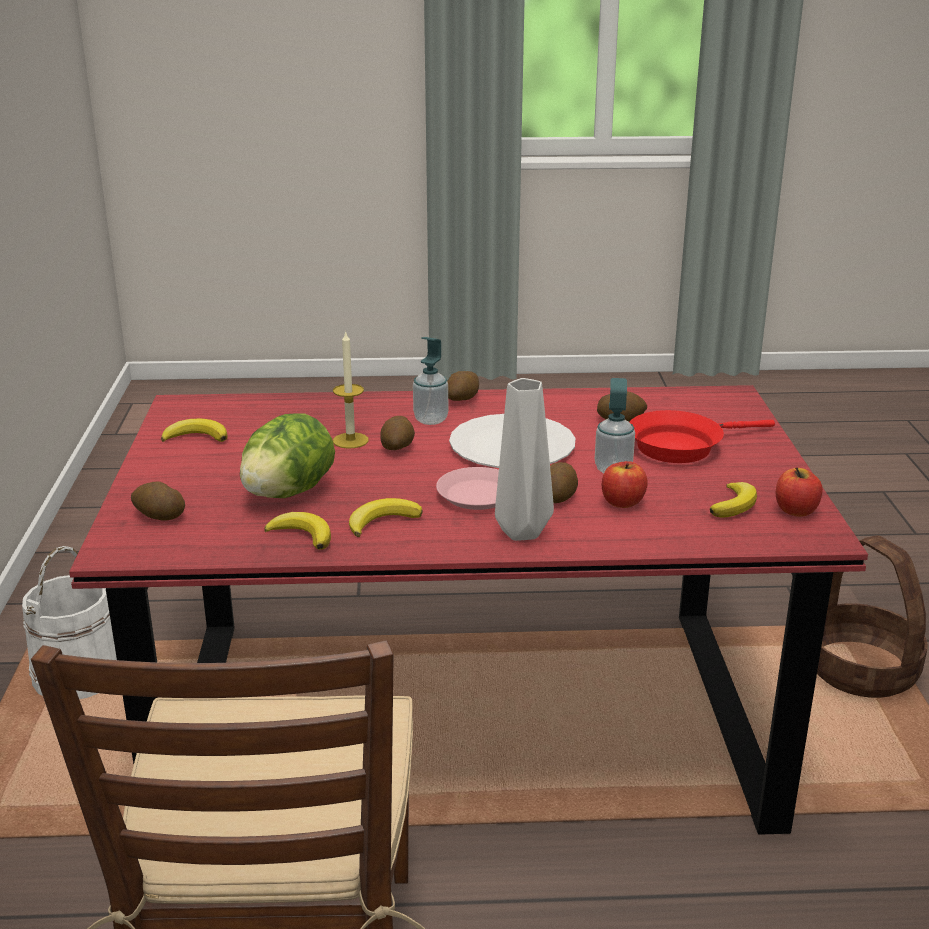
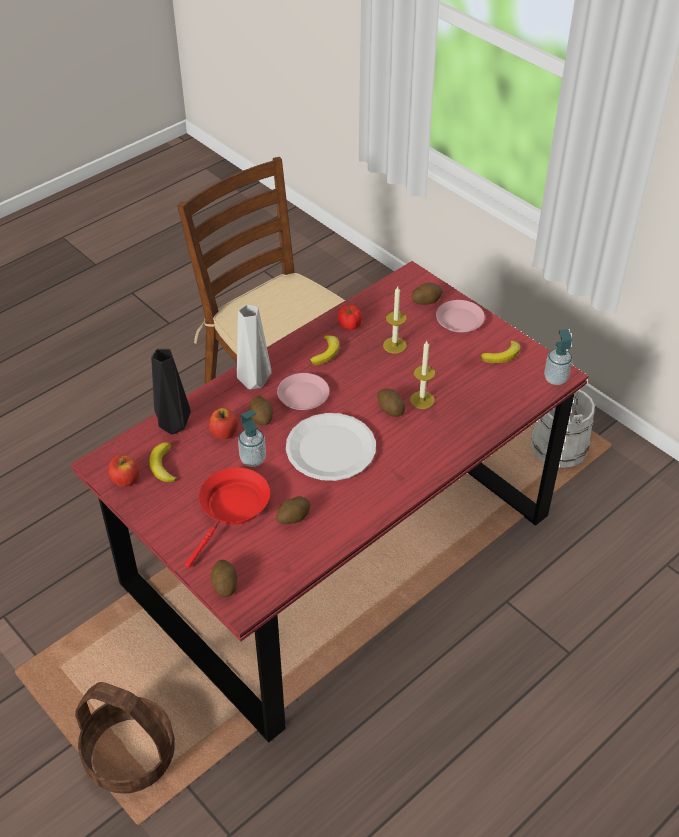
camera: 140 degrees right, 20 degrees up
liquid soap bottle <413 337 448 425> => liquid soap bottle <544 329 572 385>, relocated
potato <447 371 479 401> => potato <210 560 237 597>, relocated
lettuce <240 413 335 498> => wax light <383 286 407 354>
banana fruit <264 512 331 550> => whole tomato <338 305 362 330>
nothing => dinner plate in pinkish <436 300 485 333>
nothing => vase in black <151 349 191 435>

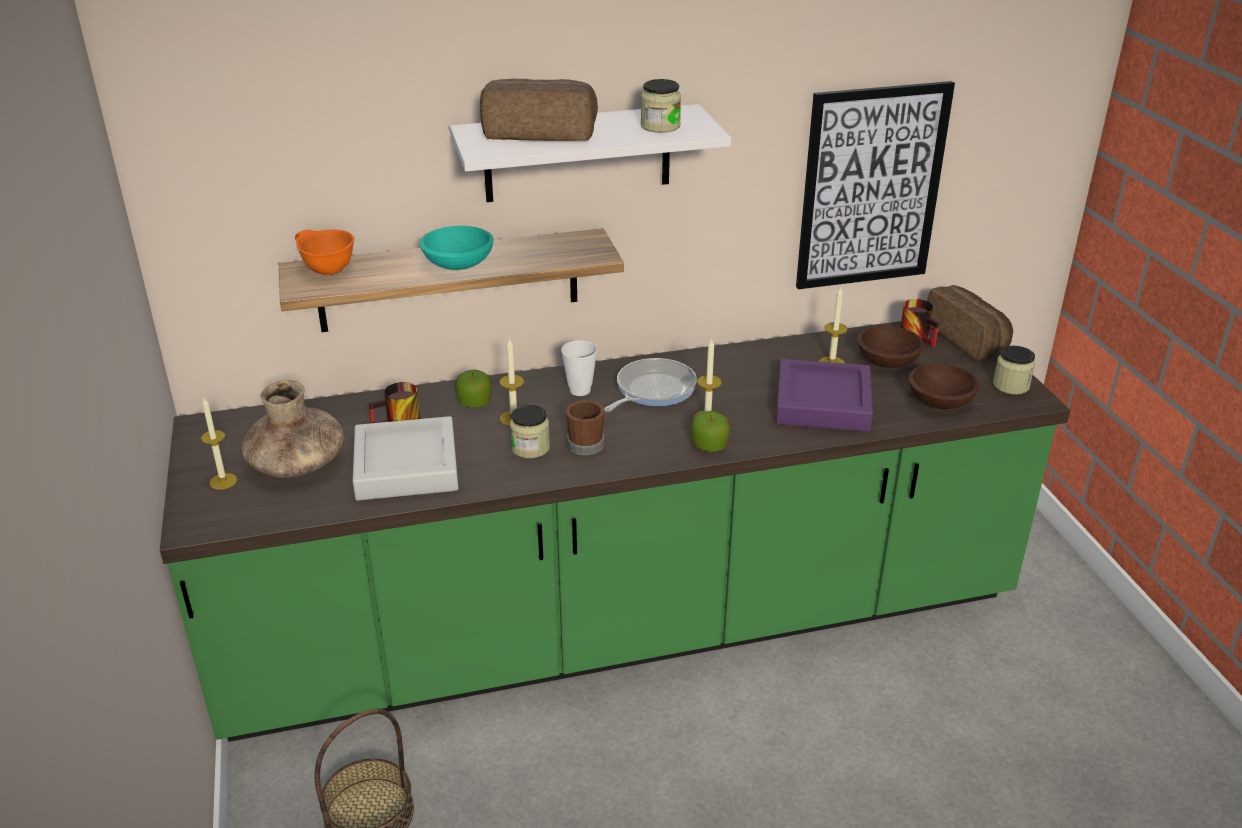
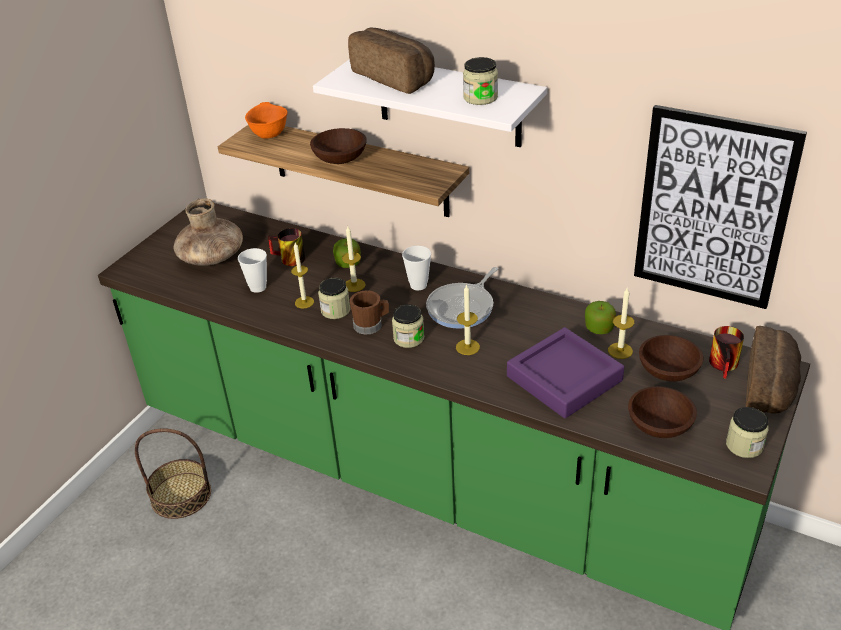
camera: 45 degrees right, 5 degrees up
serving bowl in turquoise-coloured <420 226 494 270> => serving bowl in brown <310 128 367 164>
frying pan <604 358 697 412> => frying pan <426 267 498 329>, 135 degrees clockwise
wax light <201 398 237 490> => wax light <291 243 314 309>, relocated
apple <691 411 730 451> => apple <585 301 616 334>, relocated
serving tray in gray <353 416 458 501> => small cup <238 248 267 293>
nothing => storage jar <392 304 424 348>

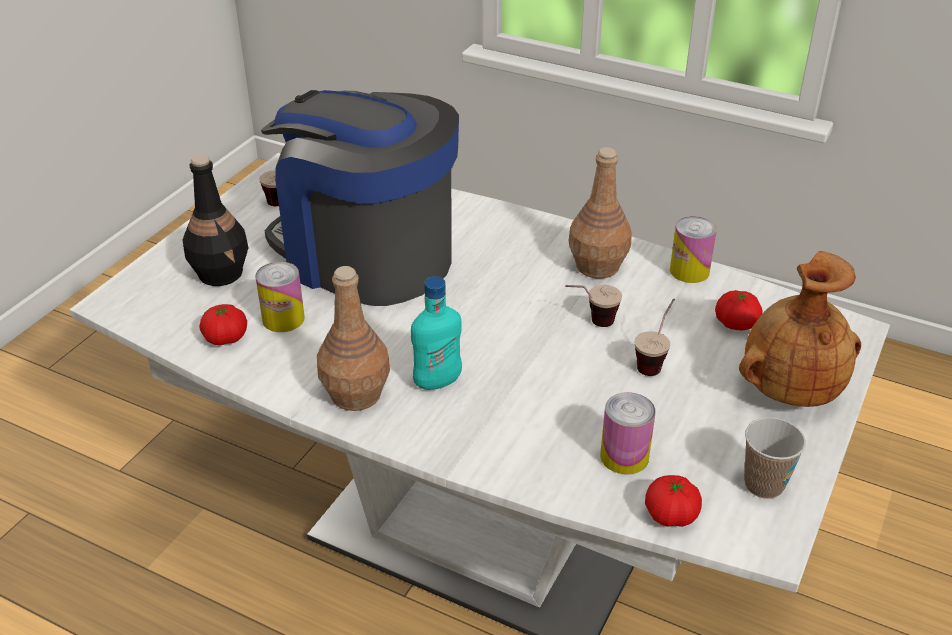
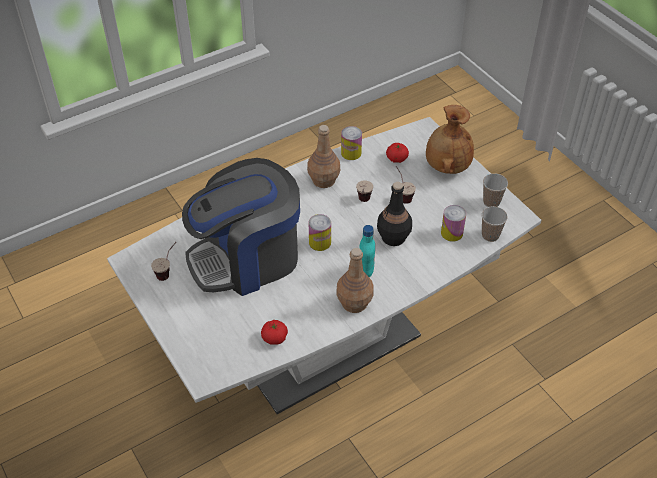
camera: 60 degrees left, 10 degrees up
bottle in black <183 154 248 286> => bottle in black <377 182 412 246>, relocated
metal can <255 262 305 332> => metal can <308 214 331 251>, relocated
whole tomato <645 475 702 527> => small cup <481 206 508 242>

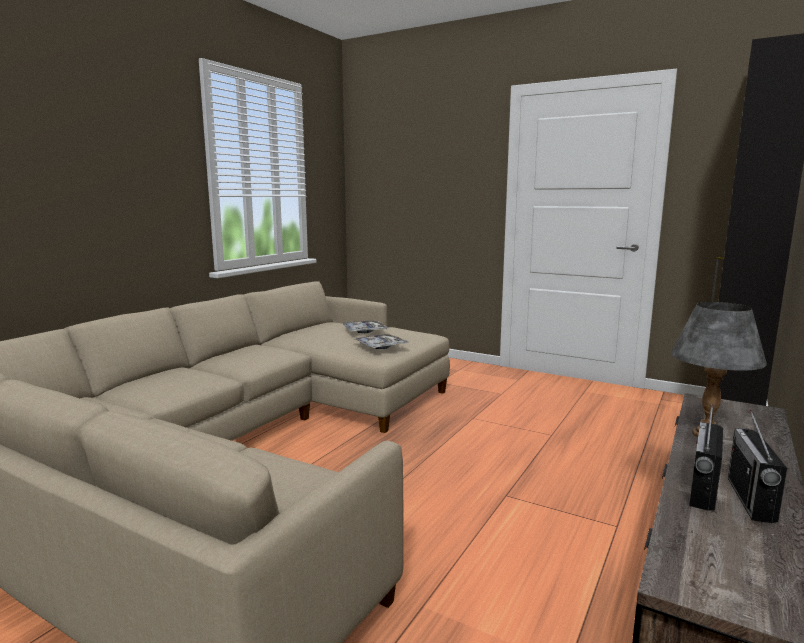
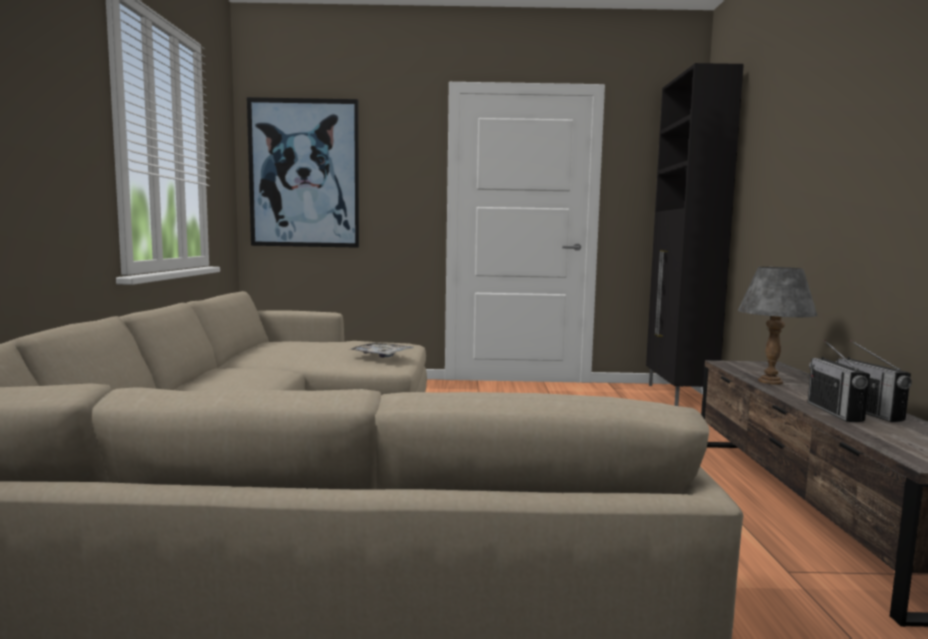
camera: 30 degrees left, 5 degrees down
serving tray <341 320 388 333> => nothing
nothing => wall picture <247 97 359 248>

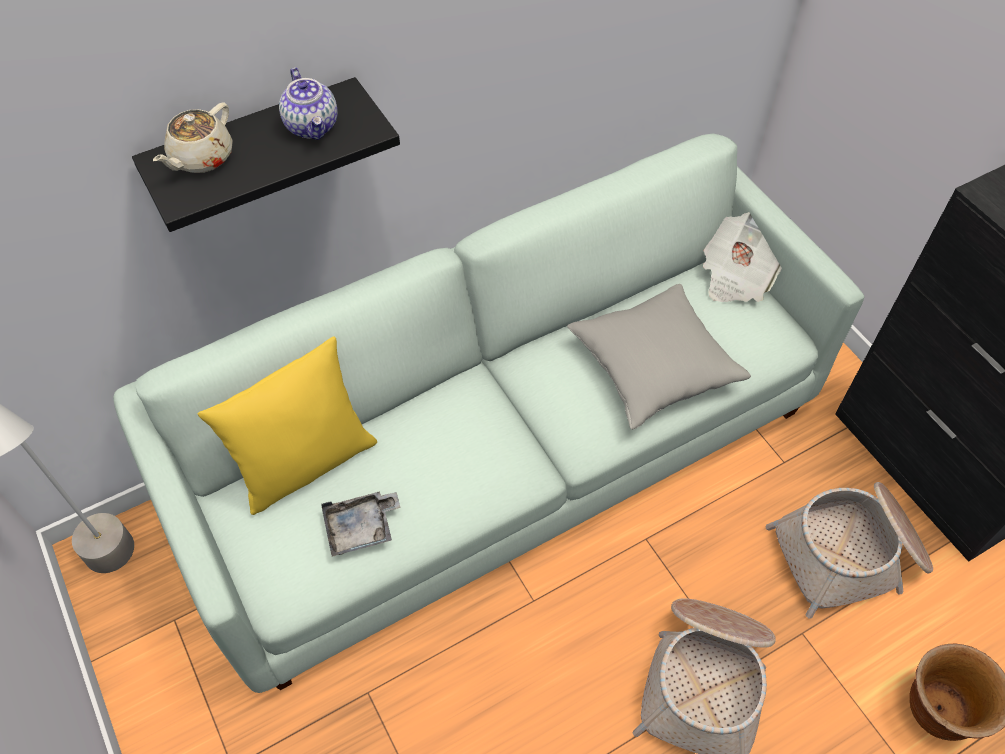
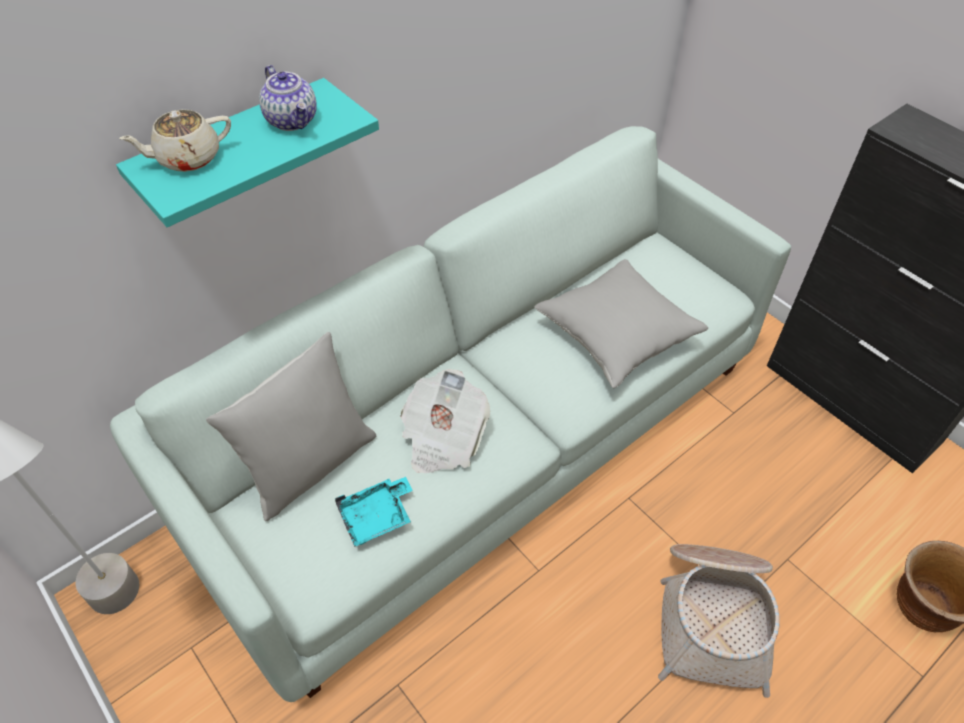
camera: 10 degrees left, 5 degrees down
shelf in black <132 77 400 232> => shelf in turquoise-coloured <116 78 379 227>
teapot in beige-coloured <153 102 233 173> => teapot in beige-coloured <119 109 231 172>, 45 degrees clockwise
printed paper <703 212 782 302> => printed paper <400 369 490 473>, relocated
pillow in yellow-coloured <198 336 377 515> => pillow in gray <206 332 376 521>
storage basket <765 482 933 619> => nothing
serving tray in gray <322 491 401 556> => serving tray in turquoise-coloured <335 477 413 547>

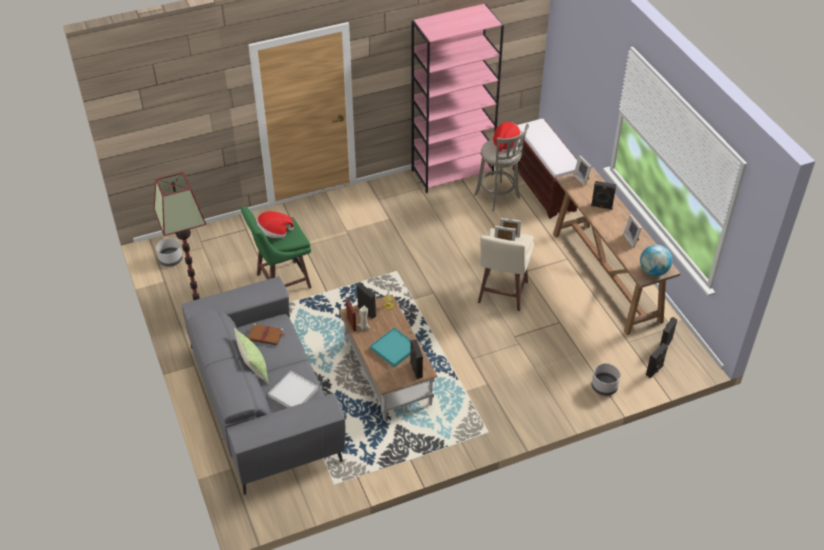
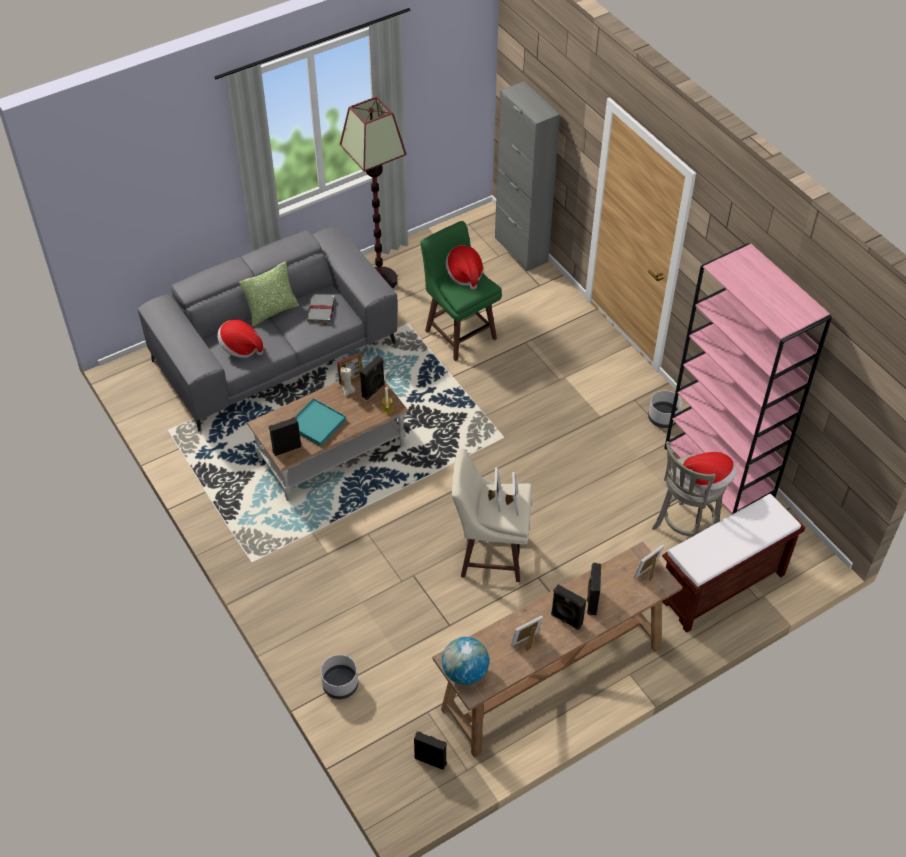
camera: 80 degrees right, 5 degrees up
planter in gray <156 238 183 267> => planter in gray <648 390 682 428>, relocated
book in brown <248 323 285 345> => book in gray <307 294 335 325>
audio speaker in black <646 343 668 378> => audio speaker in black <551 584 586 630>, relocated
serving tray in white-coloured <268 370 318 408> => clothing hat <217 319 263 358>
nothing => cupboard in gray <495 81 560 271>

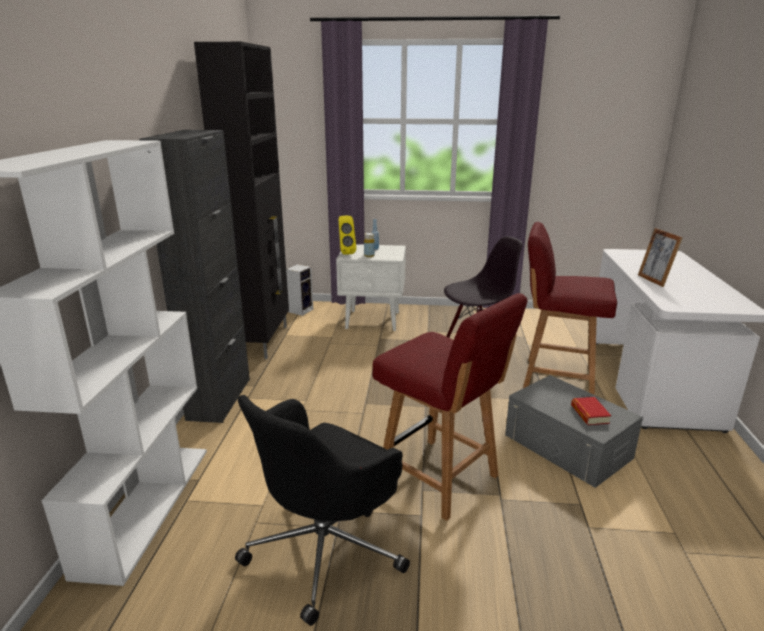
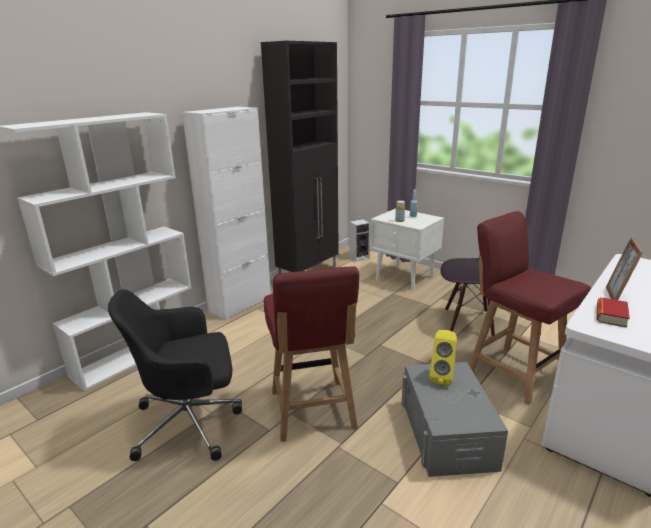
camera: 35 degrees right, 0 degrees up
cupboard in black <139 130 250 423> => cupboard in white-coloured <182 107 271 320>
audio speaker in yellow-coloured <339 216 356 255> => audio speaker in yellow-coloured <429 330 457 386>, relocated
book <571 397 611 425> => book <597 297 630 327>, relocated

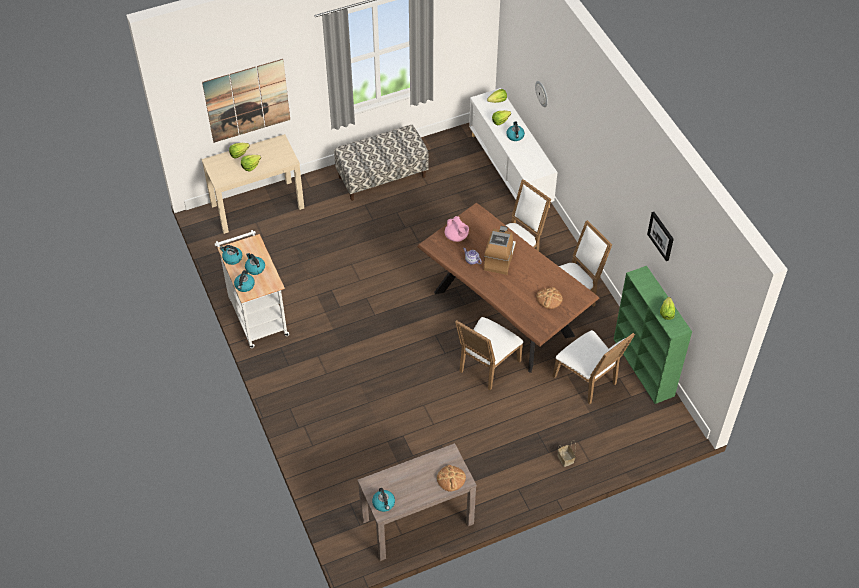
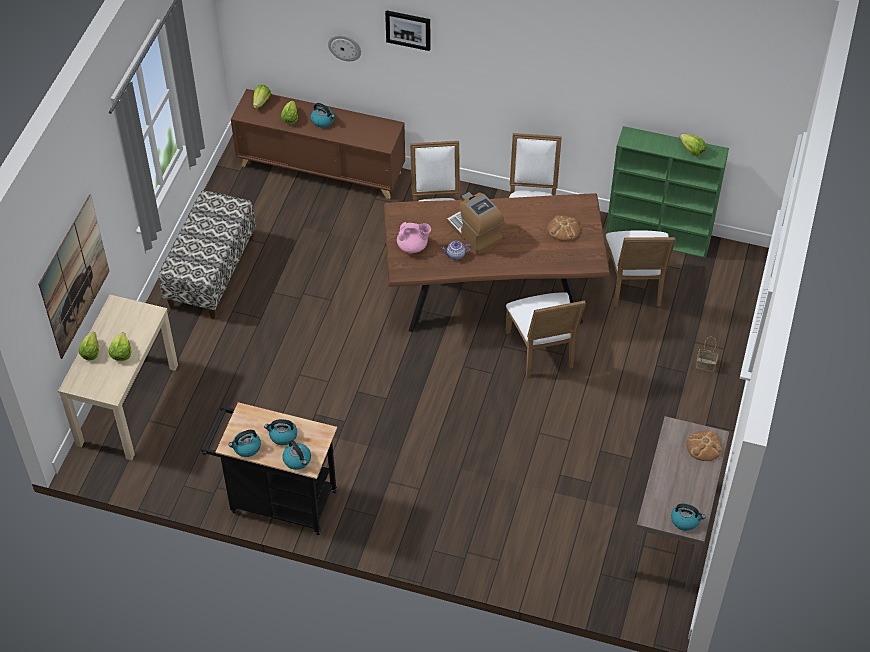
camera: 50 degrees left, 0 degrees up
cupboard in white-coloured <469 88 558 208> => cupboard in brown <231 89 405 199>
wall picture <647 212 674 261> => wall picture <385 10 430 51>, relocated
trolley in white-coloured <215 230 289 348> => trolley in black <201 402 337 535>
chair in white-coloured <552 330 635 405> => chair in white-coloured <606 231 676 307>, 90 degrees clockwise

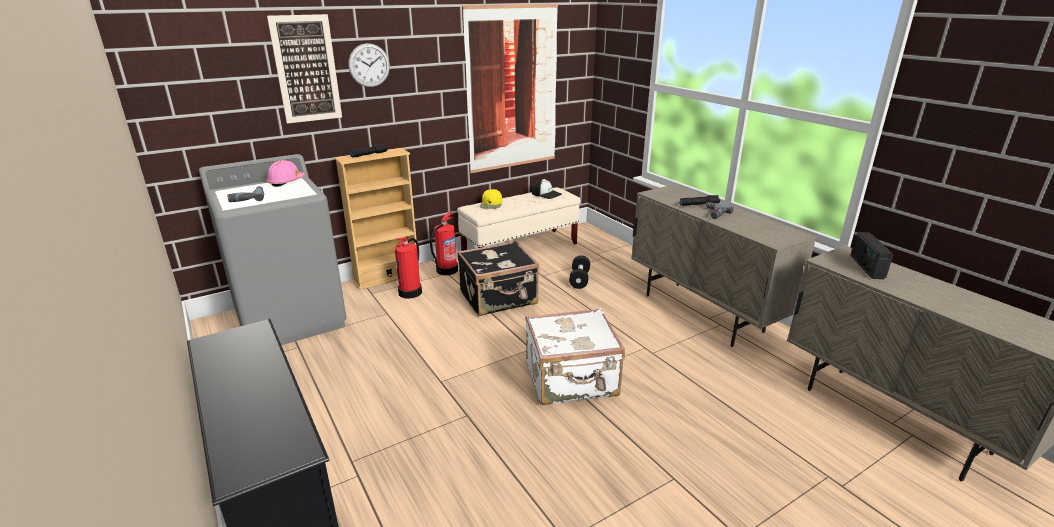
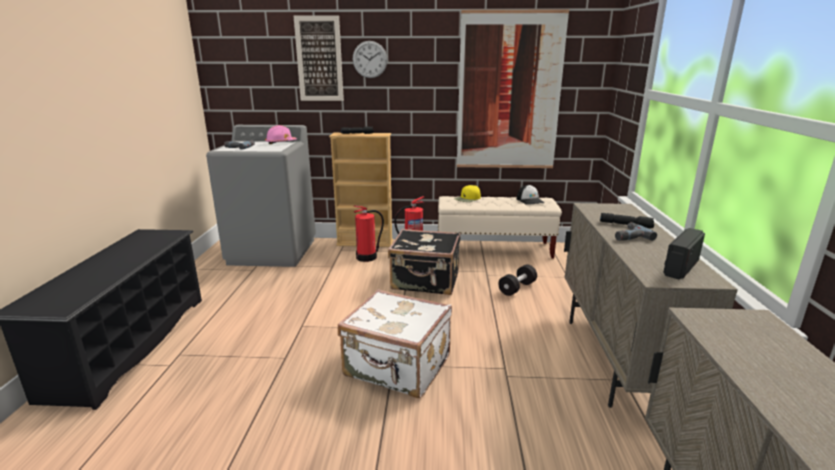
camera: 35 degrees right, 5 degrees down
radio receiver <851 232 894 279> => radio receiver <663 228 705 280>, relocated

